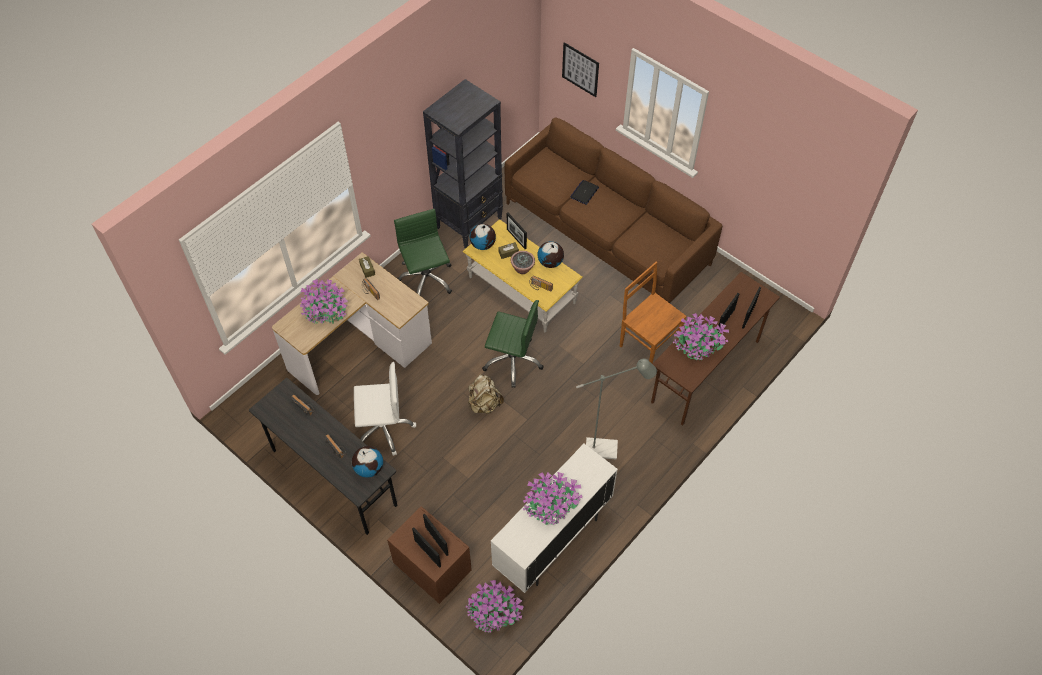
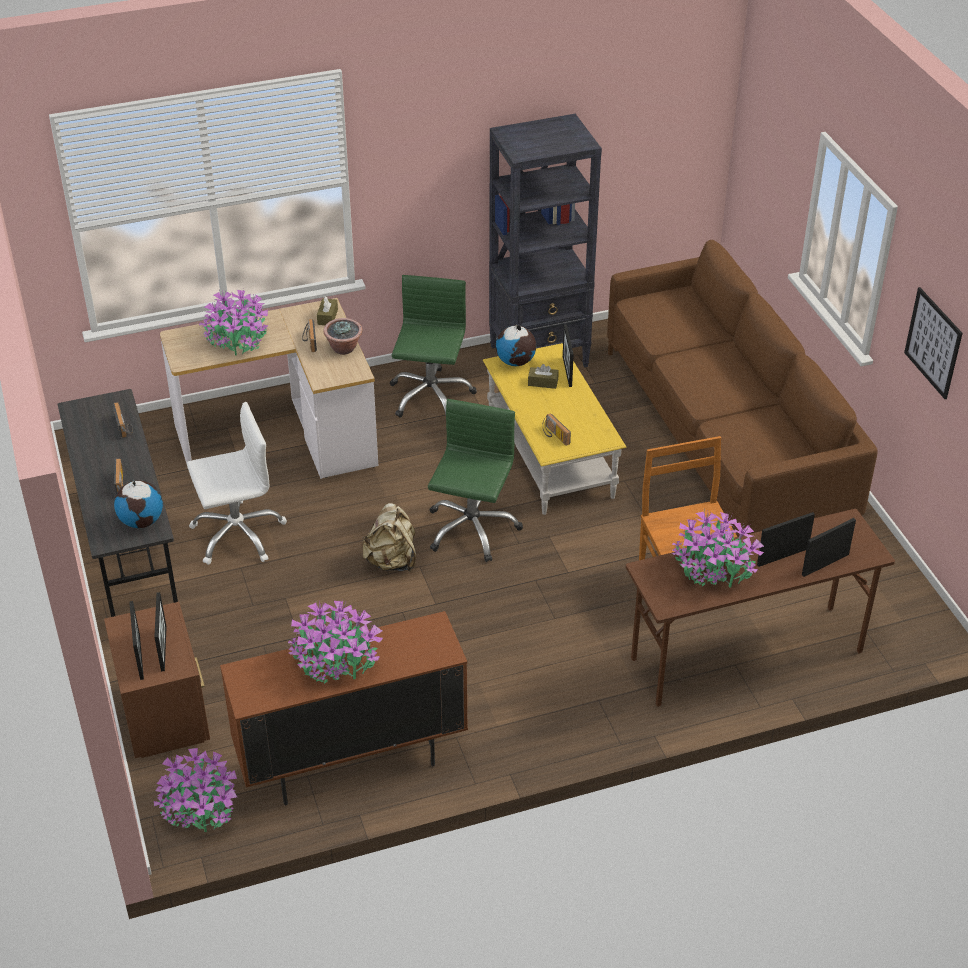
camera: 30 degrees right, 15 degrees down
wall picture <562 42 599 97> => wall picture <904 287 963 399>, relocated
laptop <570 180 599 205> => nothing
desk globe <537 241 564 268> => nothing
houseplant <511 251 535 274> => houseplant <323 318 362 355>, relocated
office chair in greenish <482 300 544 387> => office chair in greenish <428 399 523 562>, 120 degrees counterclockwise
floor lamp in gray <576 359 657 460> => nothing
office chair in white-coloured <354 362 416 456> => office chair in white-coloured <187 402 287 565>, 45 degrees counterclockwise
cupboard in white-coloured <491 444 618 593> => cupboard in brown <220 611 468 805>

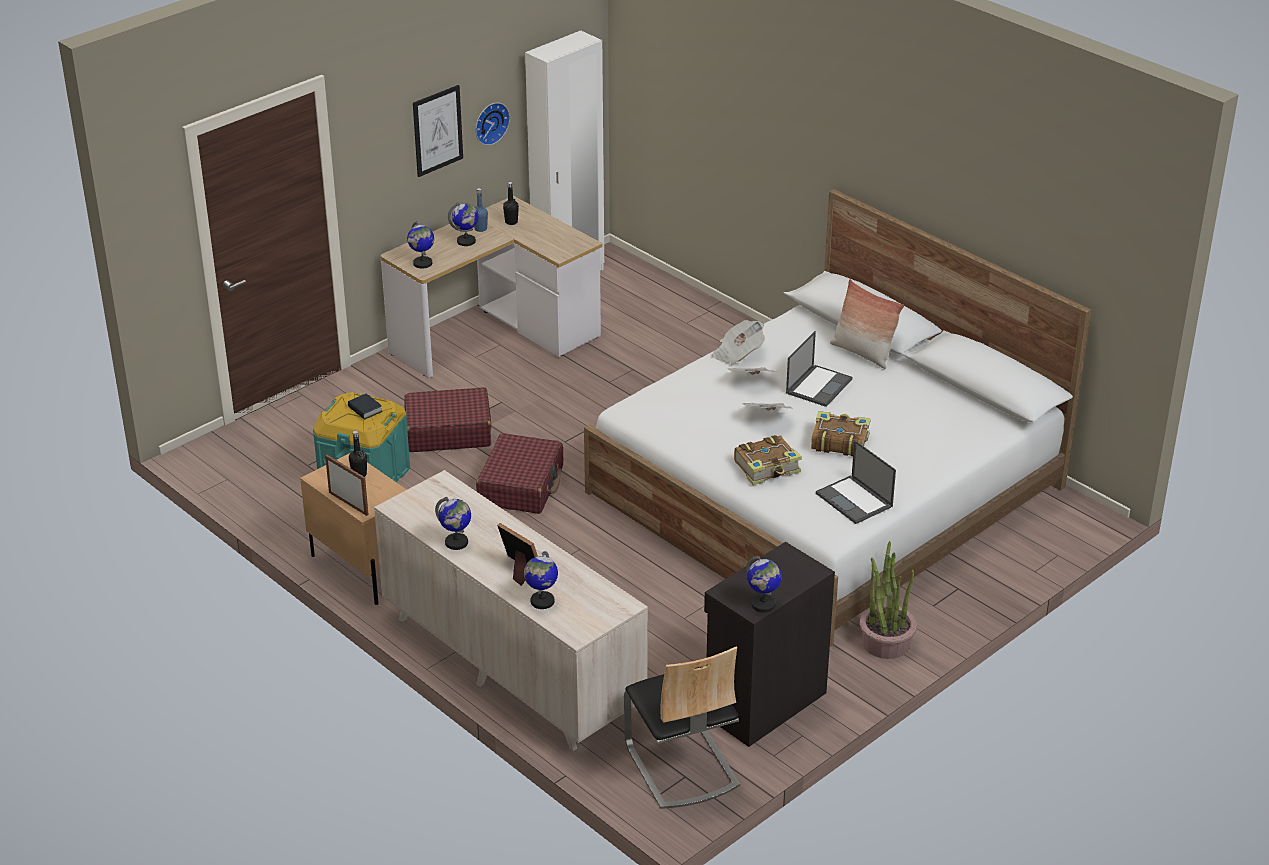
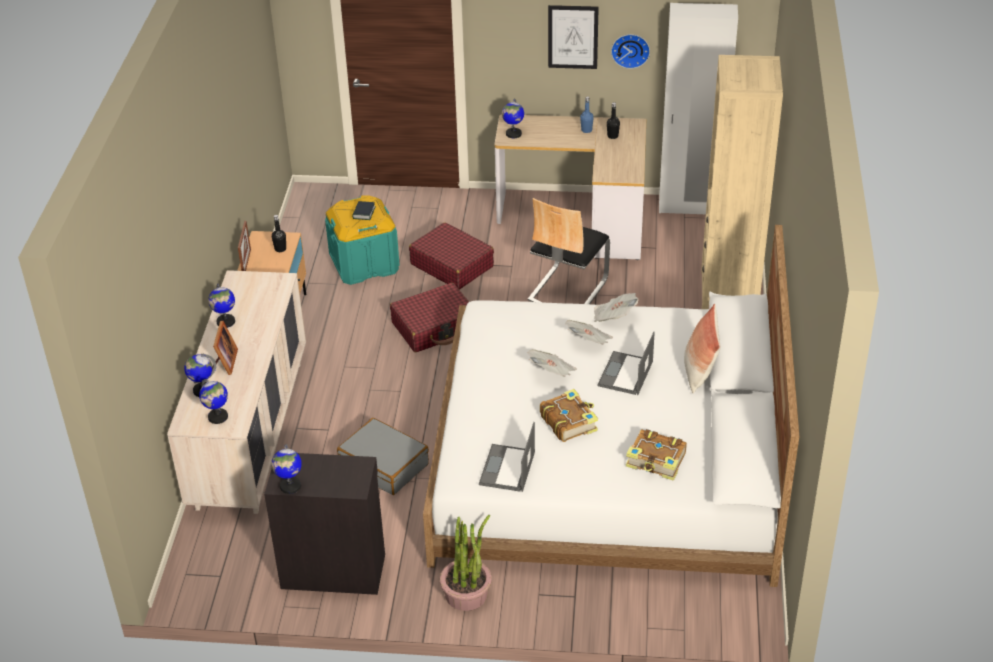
camera: 50 degrees right, 5 degrees up
desk globe <448 202 478 246> => desk globe <199 379 228 424>, relocated
laptop <786 331 853 407> => laptop <598 332 655 395>, 120 degrees clockwise
book <734 435 802 485> => book <626 429 687 481>, relocated
chair <624 647 740 809> => chair <528 198 610 304>, relocated
nothing => bookshelf in beige-coloured <701 55 783 309>
nothing => suitcase in gray <337 418 429 495>

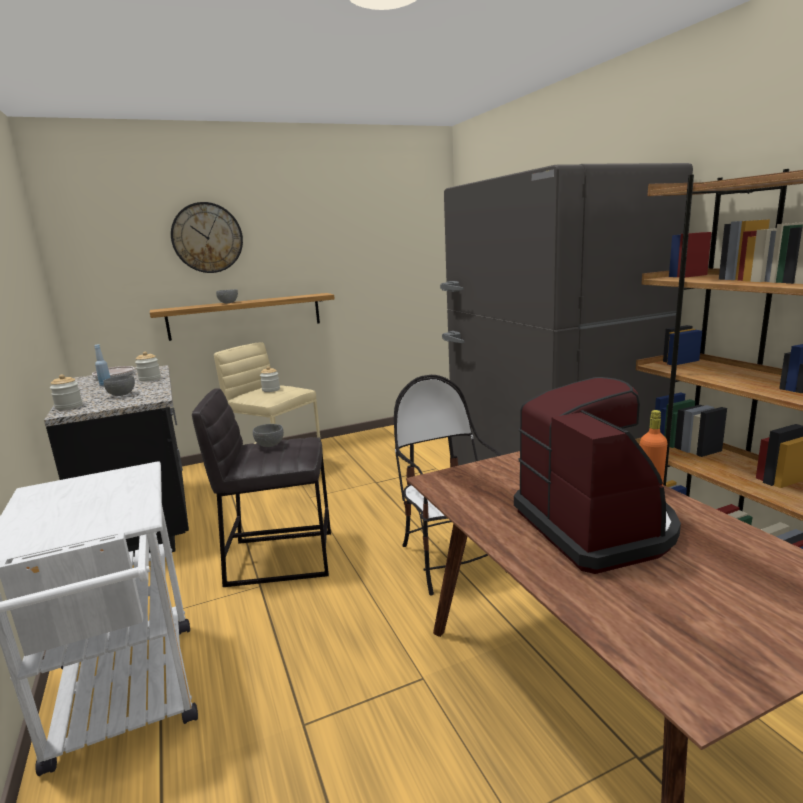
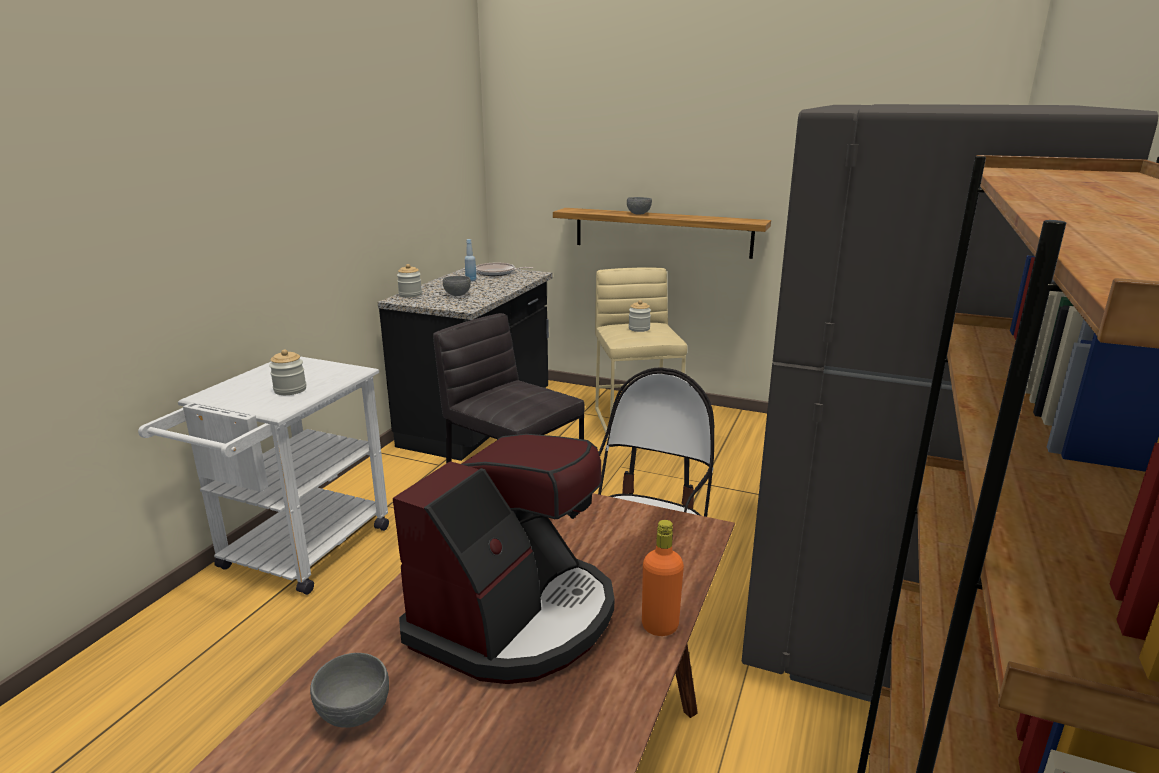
camera: 45 degrees right, 5 degrees up
hanging clock <171 202 243 273> => nothing
storage jar <135 352 161 382> => storage jar <269 349 306 395>, relocated
serving bowl in gray <253 424 284 447> => serving bowl in gray <310 653 389 728>, relocated

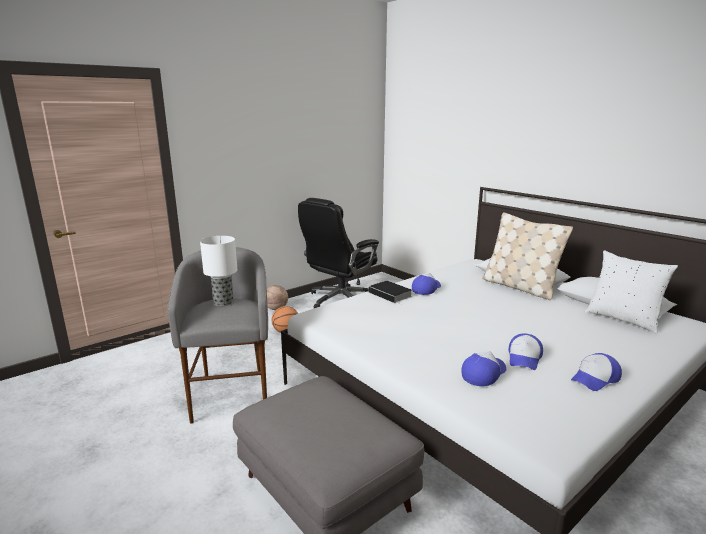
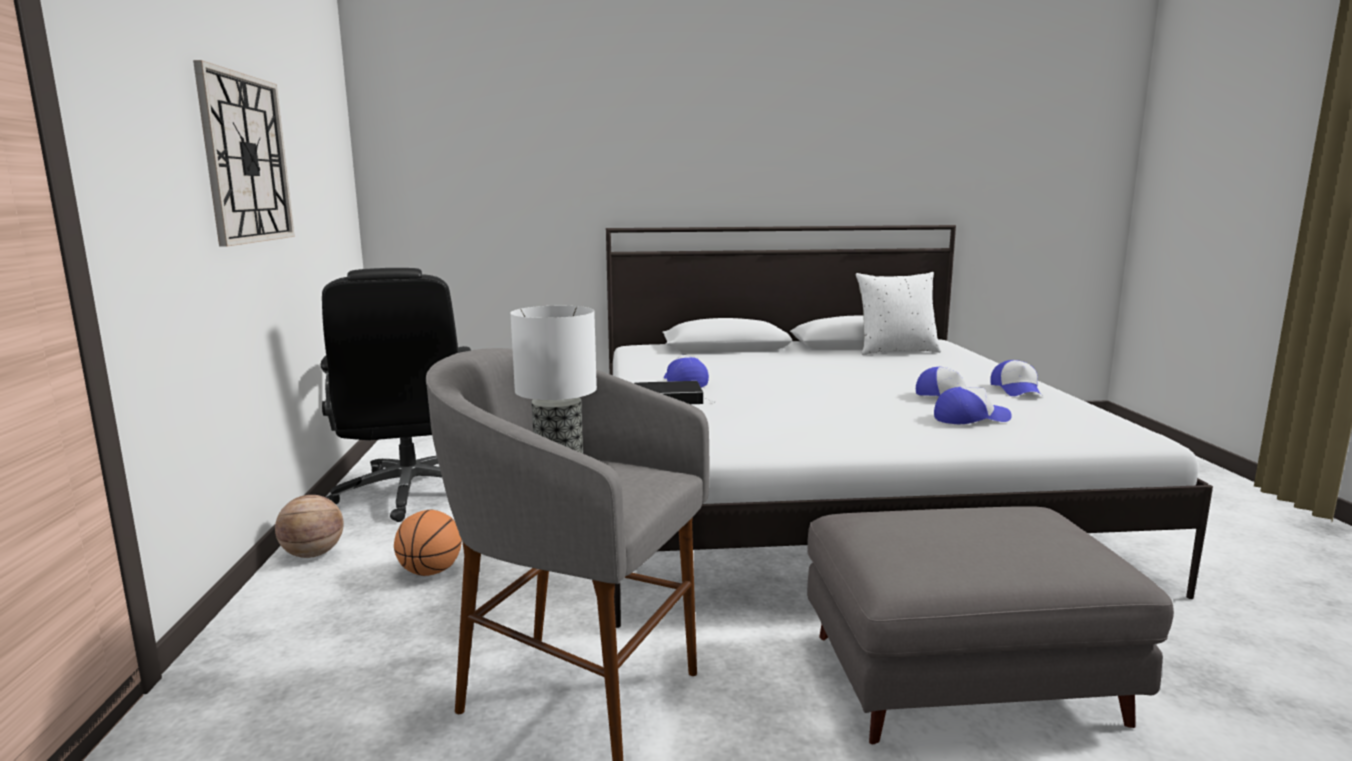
camera: 55 degrees left, 5 degrees down
pillow in beige-coloured <482 212 573 300> => nothing
cap <461 351 506 386> => cap <934 387 1012 424>, 90 degrees clockwise
nothing => hanging clock <193 60 295 247>

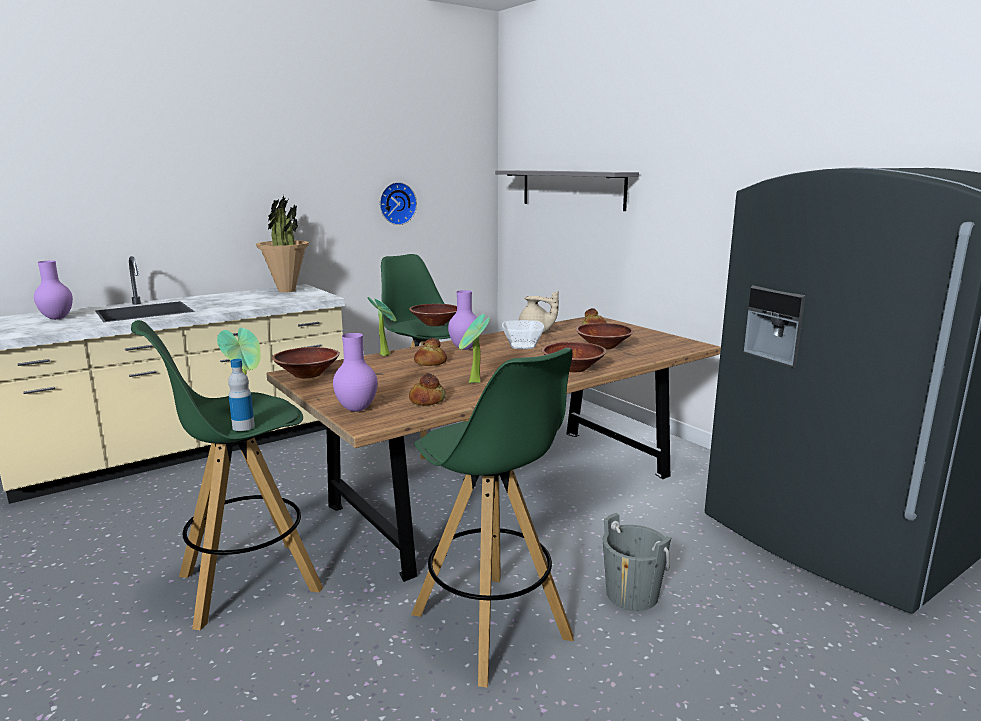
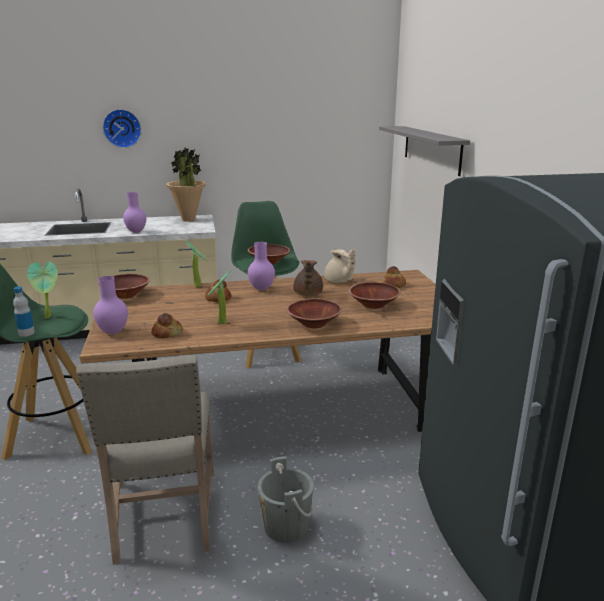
camera: 25 degrees right, 5 degrees up
hanging clock <380 182 417 225> => hanging clock <103 109 142 148>, relocated
vase in purplish <34 261 73 320> => vase in purplish <123 192 146 233>, relocated
serving bowl <502 320 544 349> => teapot in brown <293 260 323 296>
stool seat in greenish <411 348 574 688> => chair in beige-coloured <76 355 214 565>

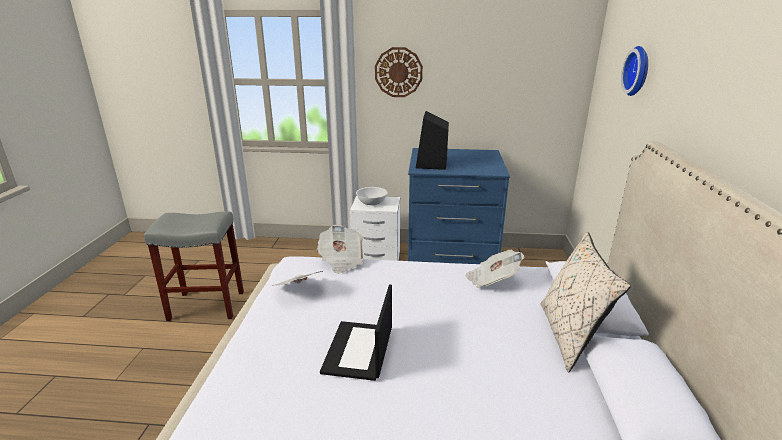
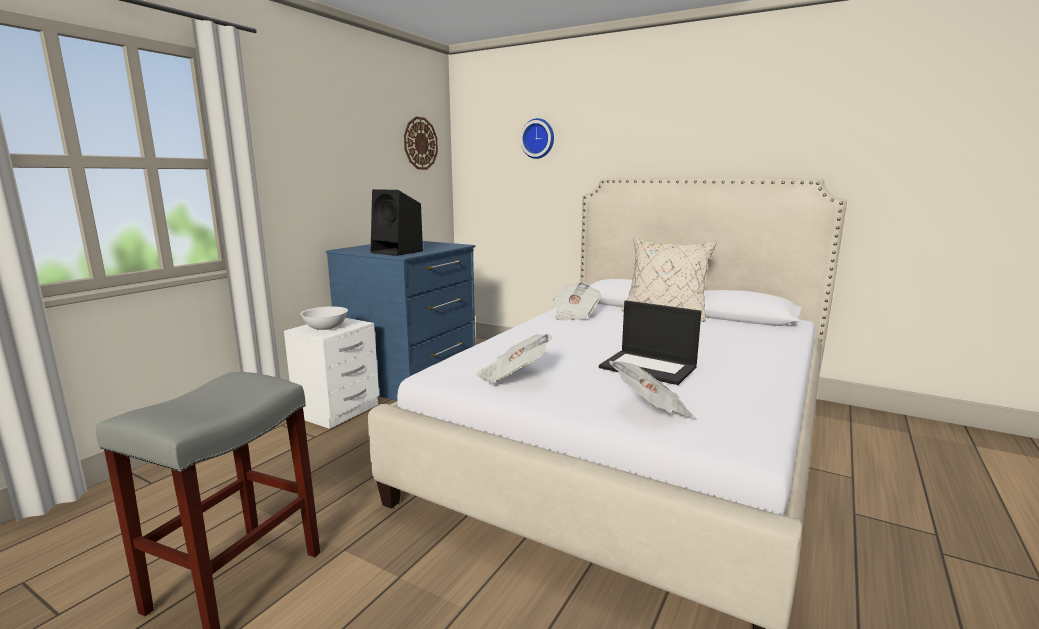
camera: 65 degrees left, 10 degrees down
hanging clock <375 47 423 97> => hanging clock <404 117 438 170>, relocated
printed paper <317 225 364 274> => printed paper <609 361 697 419>, relocated

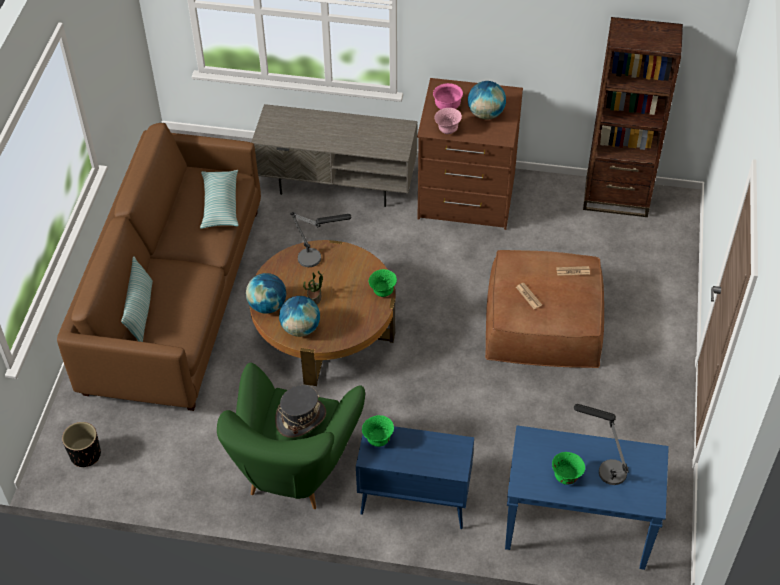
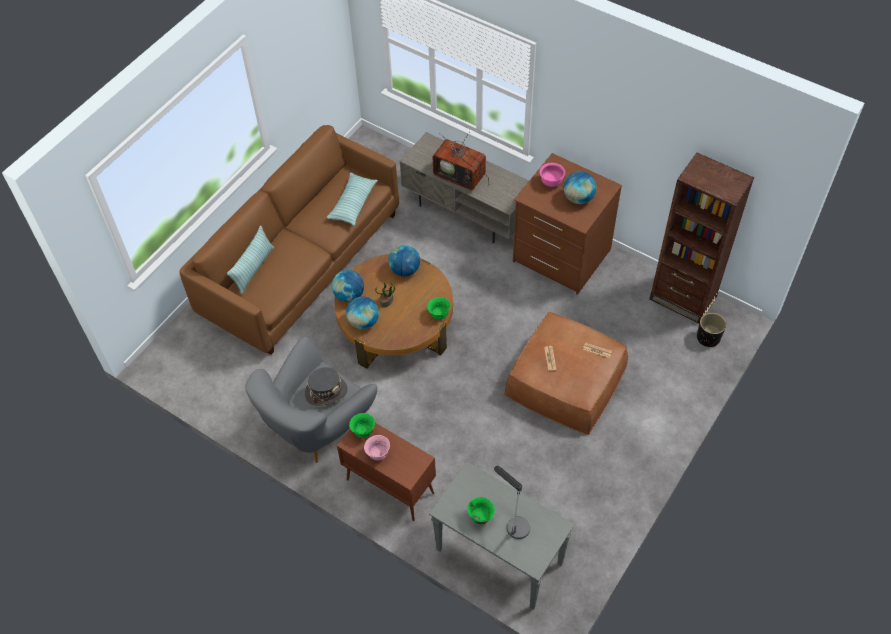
camera: 25 degrees right, 5 degrees up
serving bowl in pinkish <434 108 462 134> => serving bowl in pinkish <364 435 390 461>, relocated
table lamp <290 212 351 267> => desk globe <388 245 420 277>
armchair in greenish <217 363 365 509> => armchair in gray <245 337 377 463>
planter in black <62 422 101 467> => planter in black <697 313 726 347>, relocated
narrow table in blue-coloured <505 425 669 570> => narrow table in gray <429 462 575 610>
cupboard in blue-coloured <356 426 474 529> => cupboard in brown <337 423 436 521>
nothing => TV set <433 133 490 191>

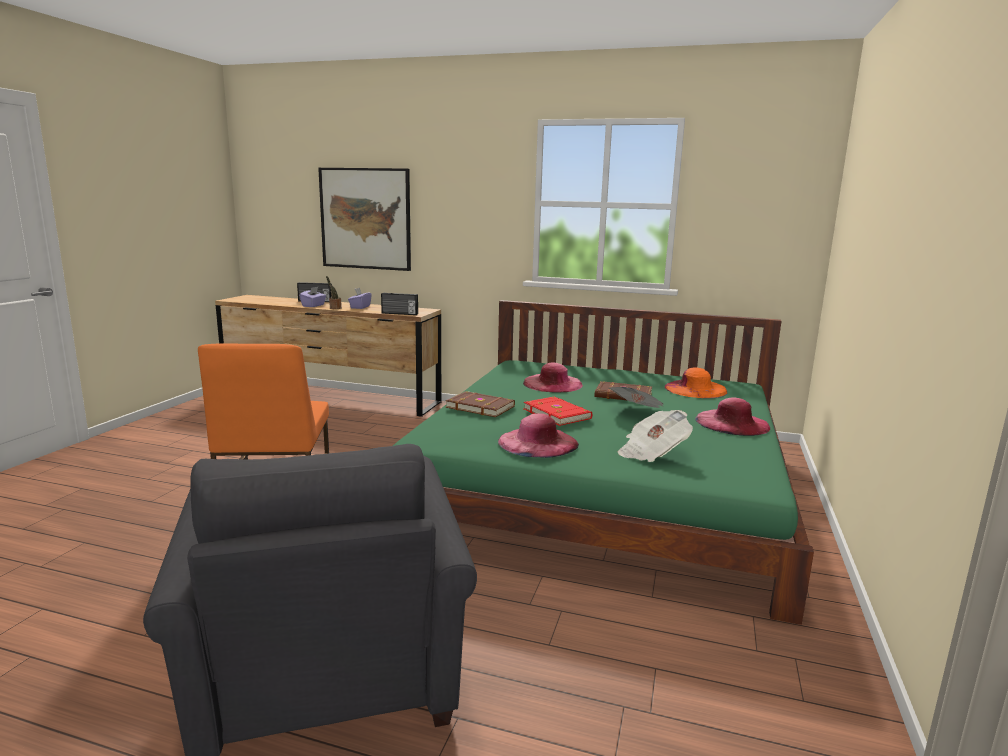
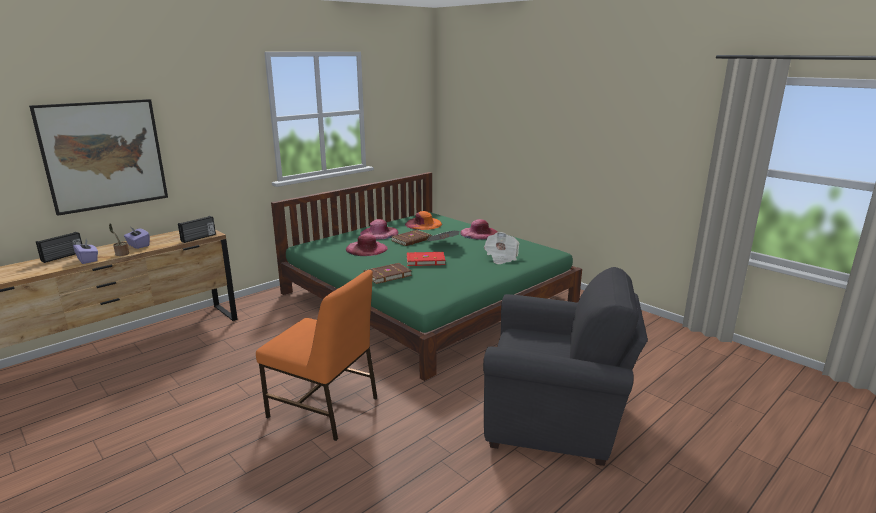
camera: 60 degrees left, 5 degrees up
clothing hat in pinkish <498 413 579 458> => clothing hat in pinkish <360 219 398 239>, relocated

